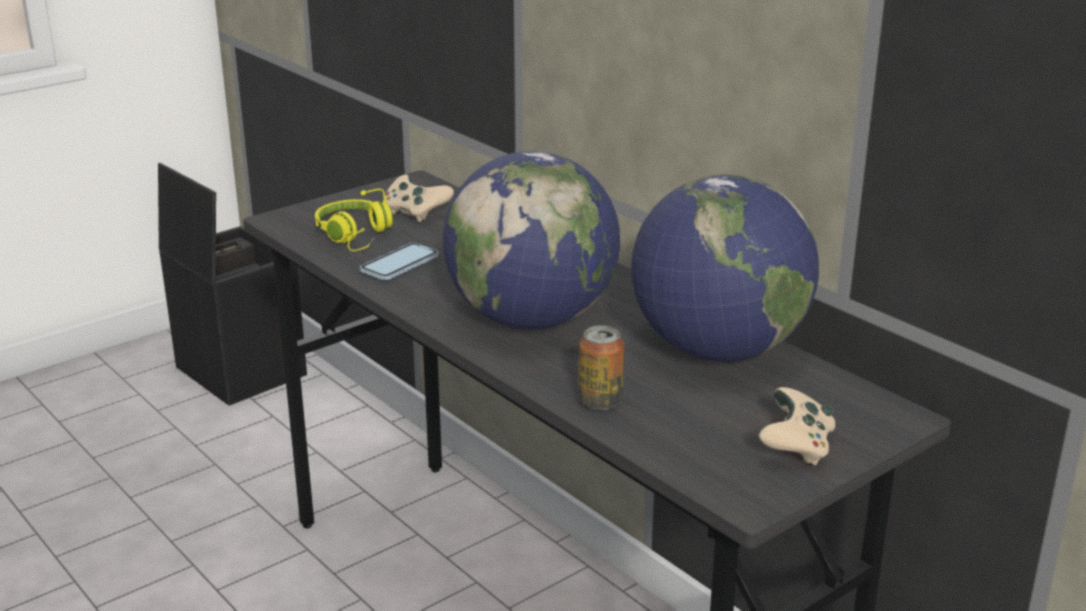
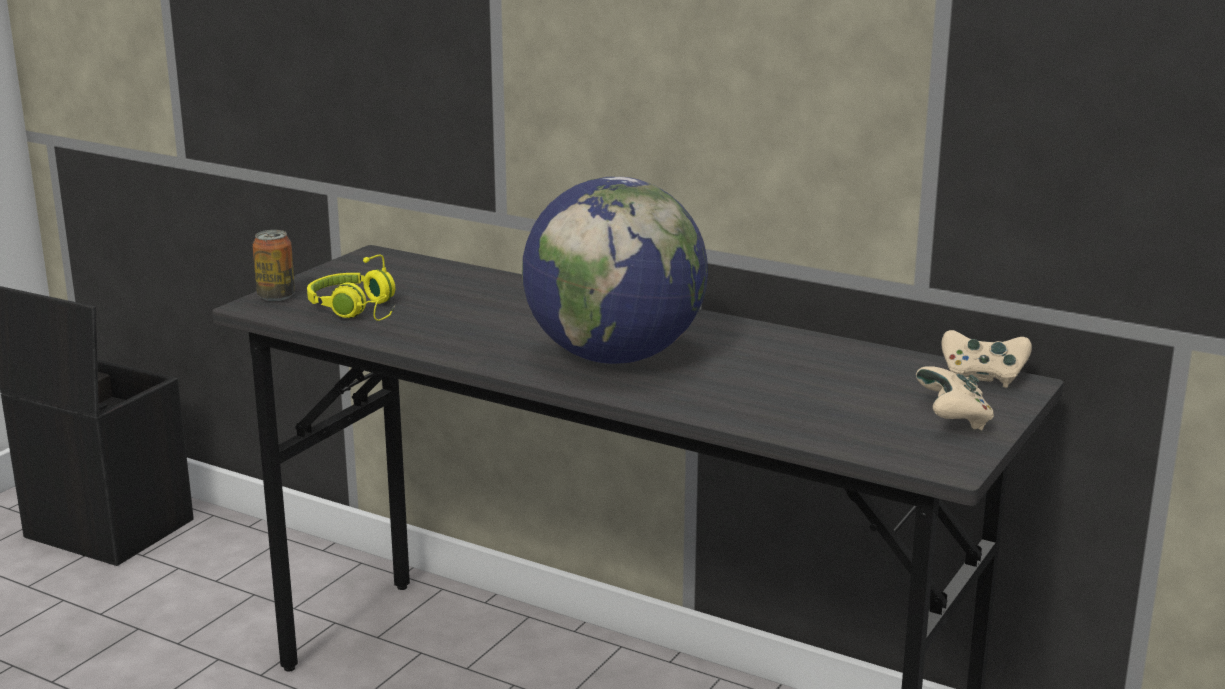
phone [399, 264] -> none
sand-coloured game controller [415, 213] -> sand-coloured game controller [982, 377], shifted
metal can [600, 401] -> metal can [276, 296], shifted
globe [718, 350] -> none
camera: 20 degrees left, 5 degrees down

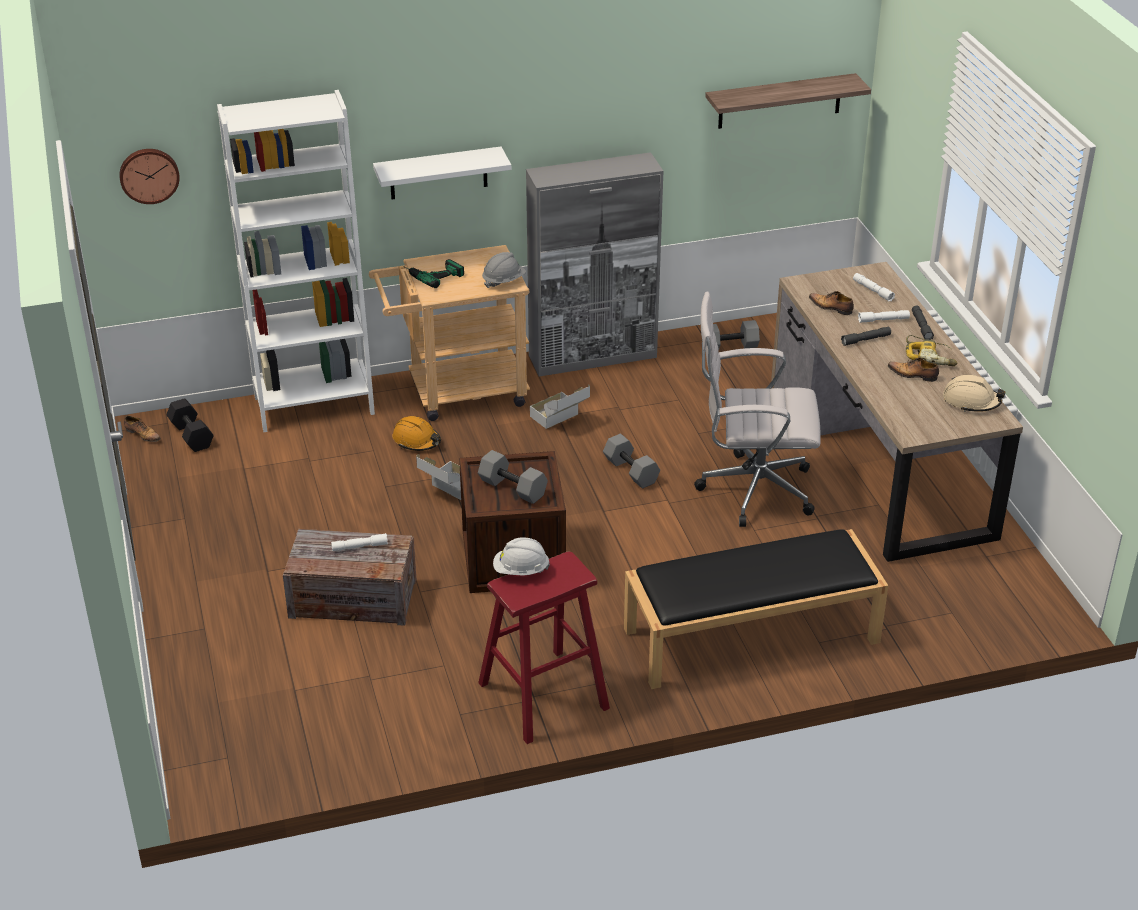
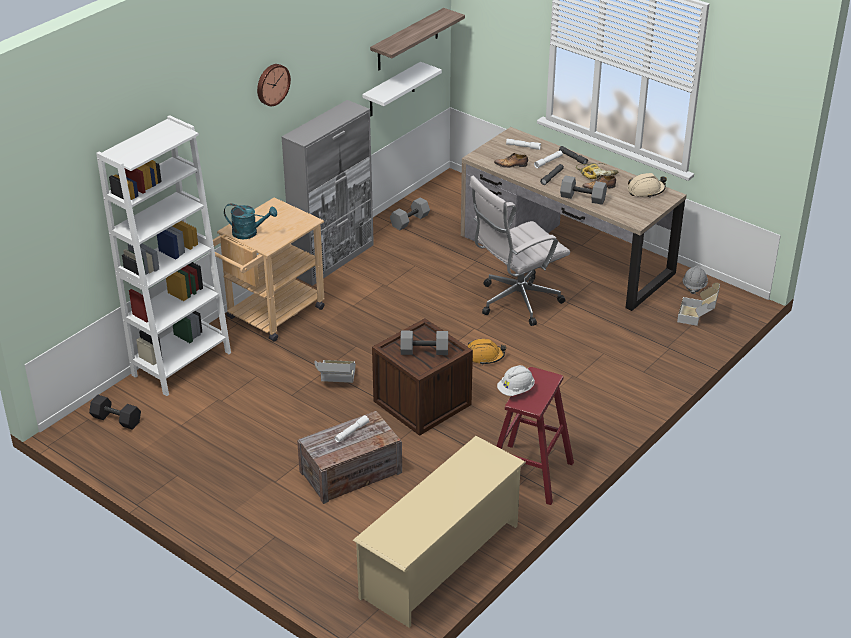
clock on the wall [149, 175] -> clock on the wall [272, 84], shifted
item of footwear [143, 435] -> none
white-coloured bracket shelf [438, 173] -> white-coloured bracket shelf [392, 90], shifted
orange work helmet [417, 441] -> orange work helmet [484, 356], shifted
power drill [432, 274] -> turquoise sprinkling can [249, 233]
grey work helmet [503, 281] -> grey work helmet [694, 286], shifted
cardboard box [560, 420] -> cardboard box [697, 316], shifted
grey free weight [632, 471] -> grey free weight [583, 197], shifted
blackish long seat [750, 636] -> none
none -> sand-coloured shoe shelf [441, 561]
camera: 35 degrees left, 0 degrees up

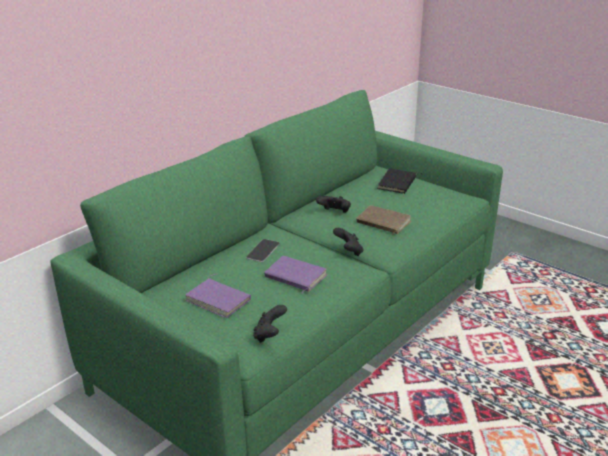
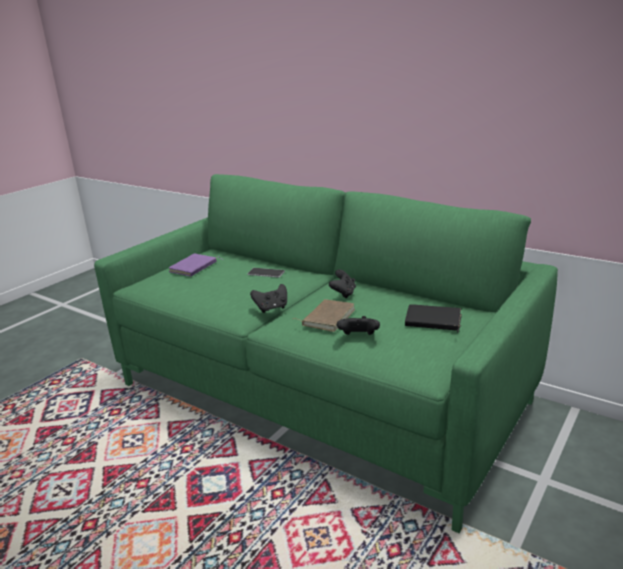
blackish game controller [269, 335] -> blackish game controller [358, 337], shifted
purple-coloured volume [294, 277] -> none
camera: 85 degrees right, 5 degrees down

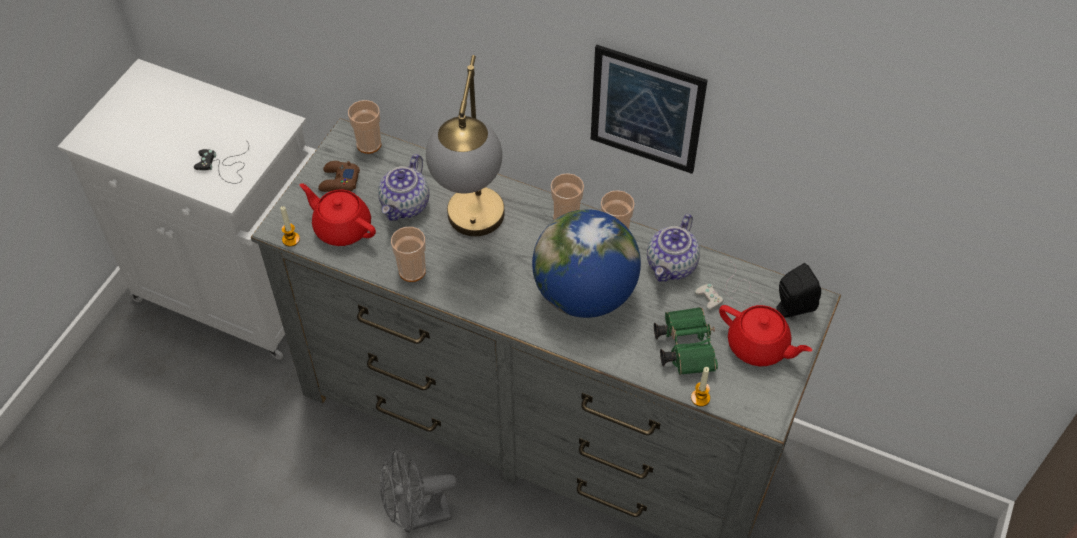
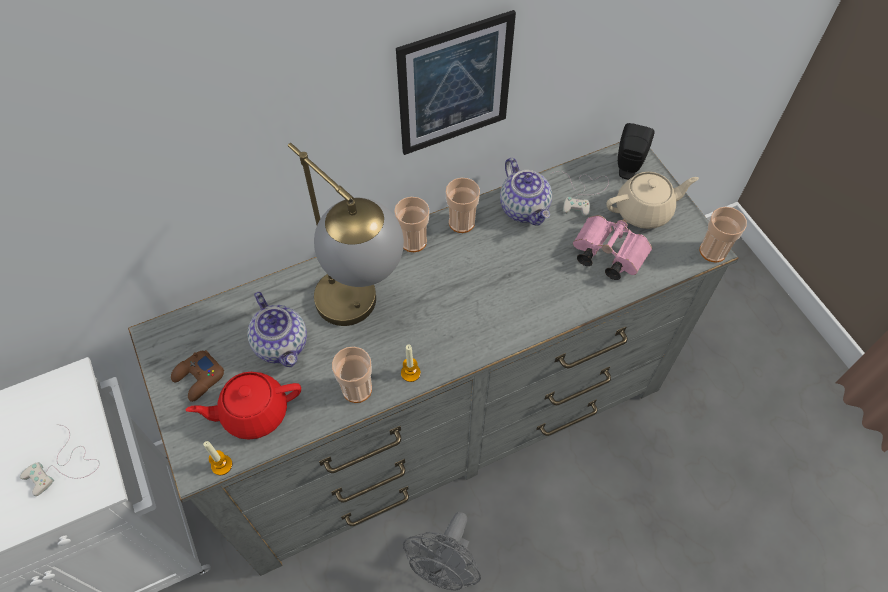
blackish game controller [225, 166] -> white-coloured game controller [64, 465]
cup [369, 144] -> cup [713, 251], shifted
globe [585, 294] -> none
green field glasses [684, 346] -> pinkish field glasses [606, 254]
wax candle [700, 398] -> wax candle [410, 373], shifted
red pot for tea [758, 347] -> sand-coloured pot for tea [644, 211]
camera: 50 degrees left, 5 degrees up

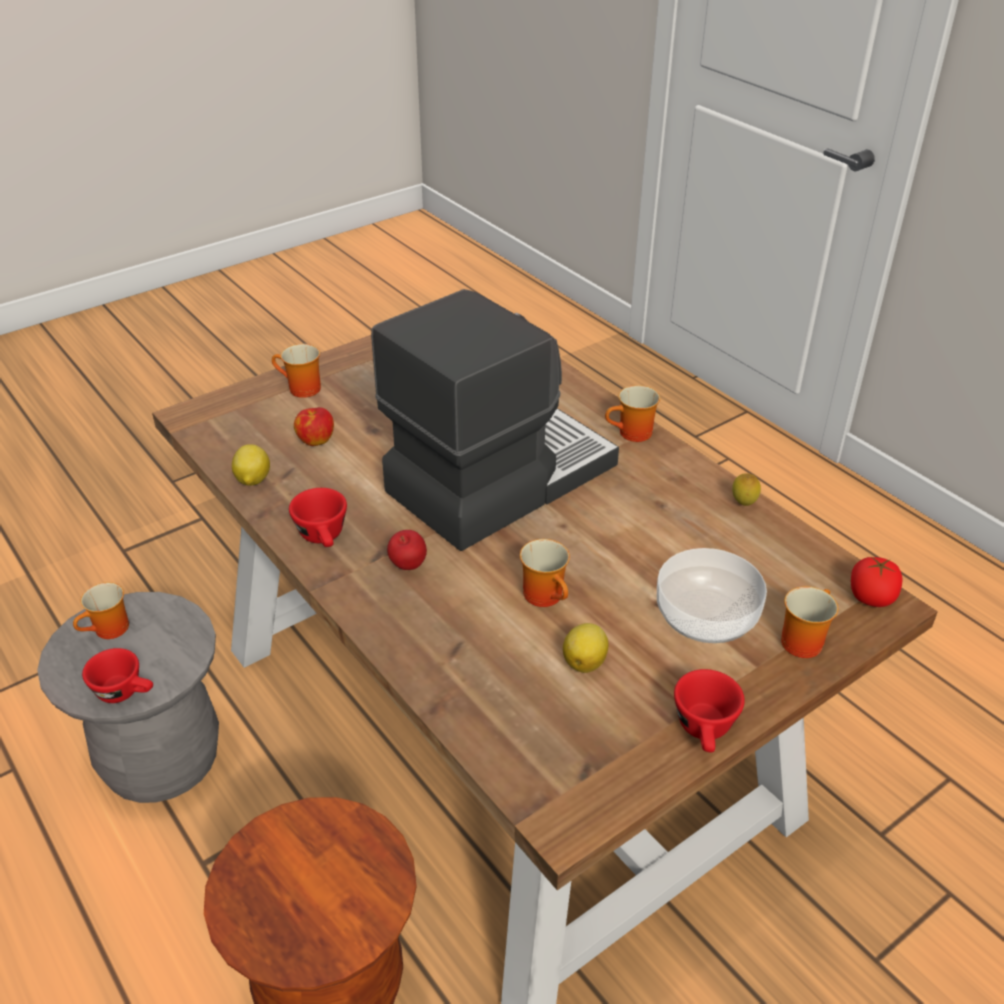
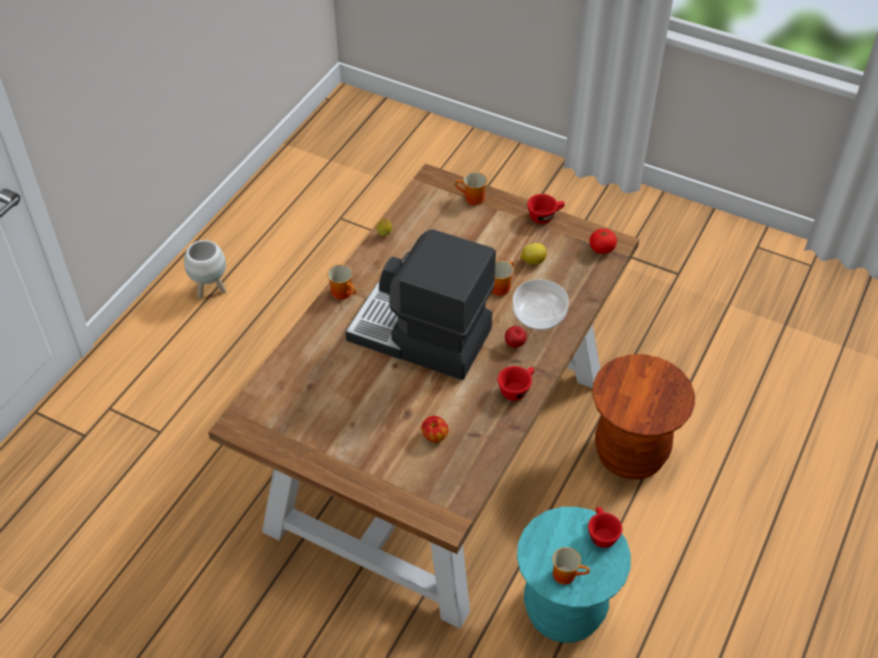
grey sitting stool [162, 761] -> turquoise sitting stool [564, 610]
lemon [252, 480] -> none
coffee mug [300, 389] -> none
deep dish [705, 616] -> deep dish [539, 315], shifted
whole tomato [871, 598] -> whole tomato [602, 249], shifted
none -> white-coloured plant pot [210, 290]
camera: 115 degrees left, 10 degrees up

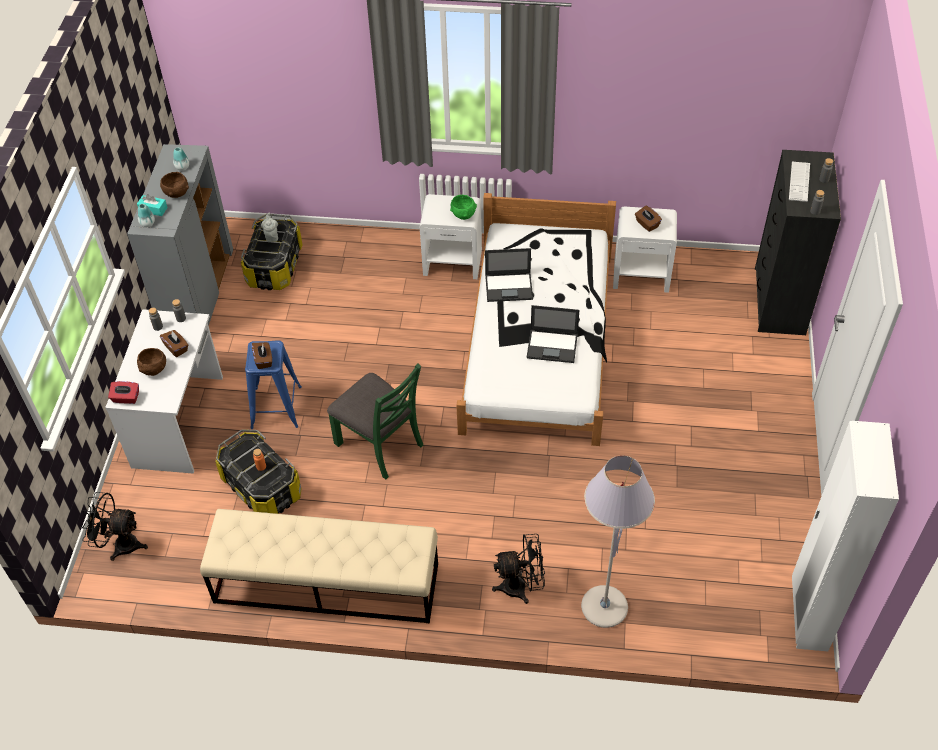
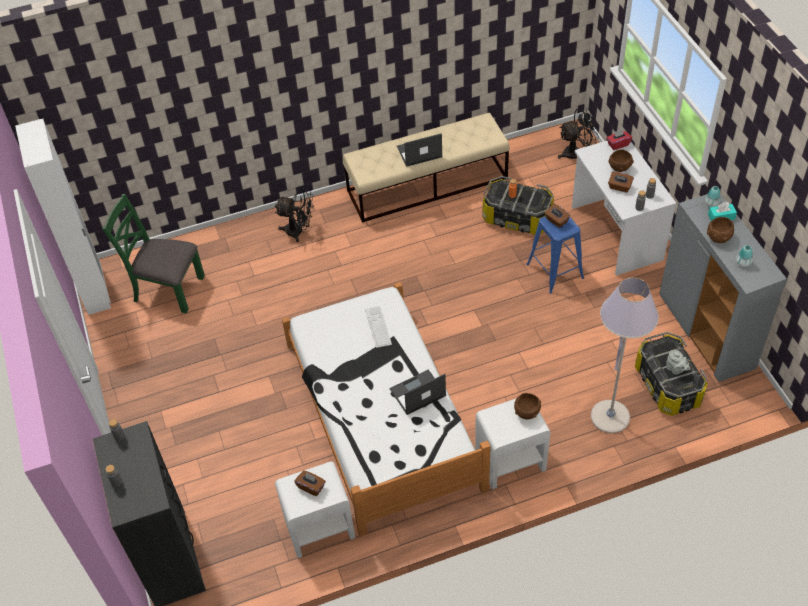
green upright chair [380, 444] -> green upright chair [168, 289], shifted
green deep dish [463, 215] -> none
blackish fan [521, 587] -> blackish fan [299, 231], 135 degrees counterclockwise
portable computer [553, 346] -> portable computer [419, 152], shifted
grey standard lamp [604, 607] -> grey standard lamp [610, 417], shifted
PC keyboard [799, 182] -> PC keyboard [378, 327], shifted
none -> brown deep dish [526, 413]
camera: 155 degrees right, 0 degrees up

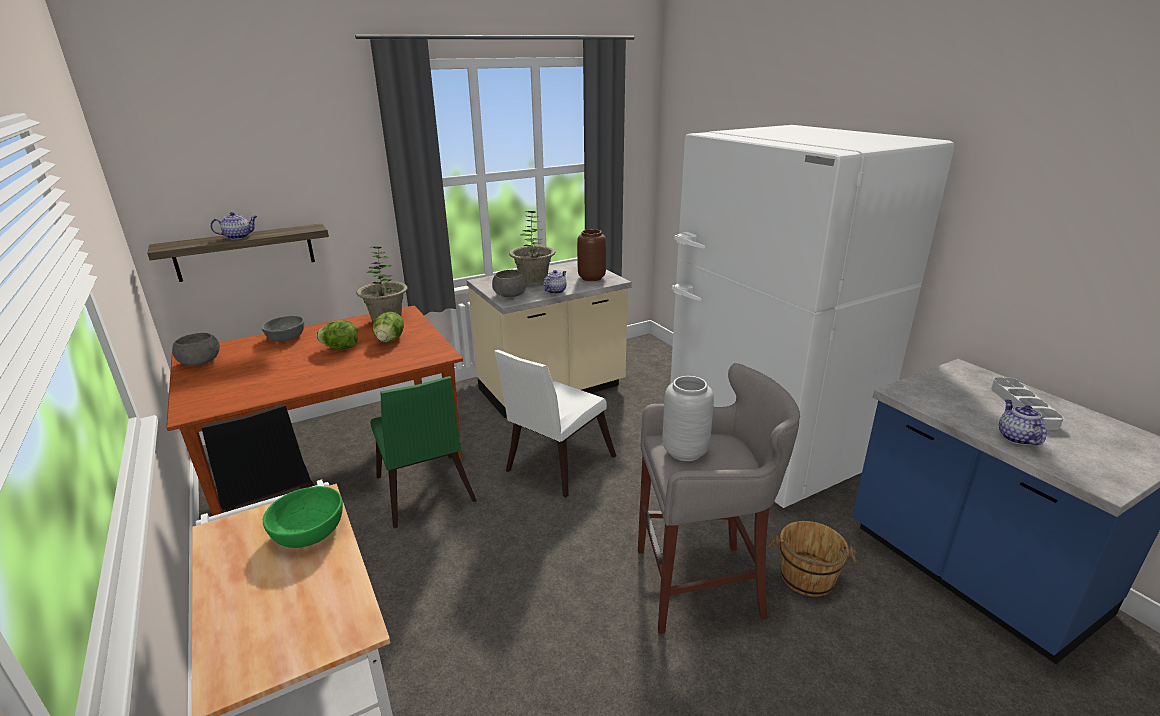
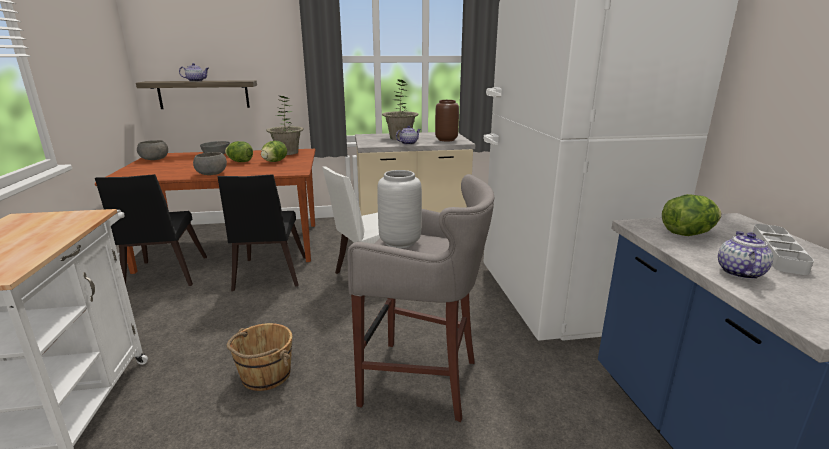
green deep dish [308, 532] -> none
green upright chair [425, 494] -> blackish upright chair [269, 275]
grey deep dish [509, 295] -> grey deep dish [211, 174], shifted
brown pail [807, 578] -> brown pail [265, 375], shifted
none -> head of lettuce [687, 234]
camera: 20 degrees right, 5 degrees down

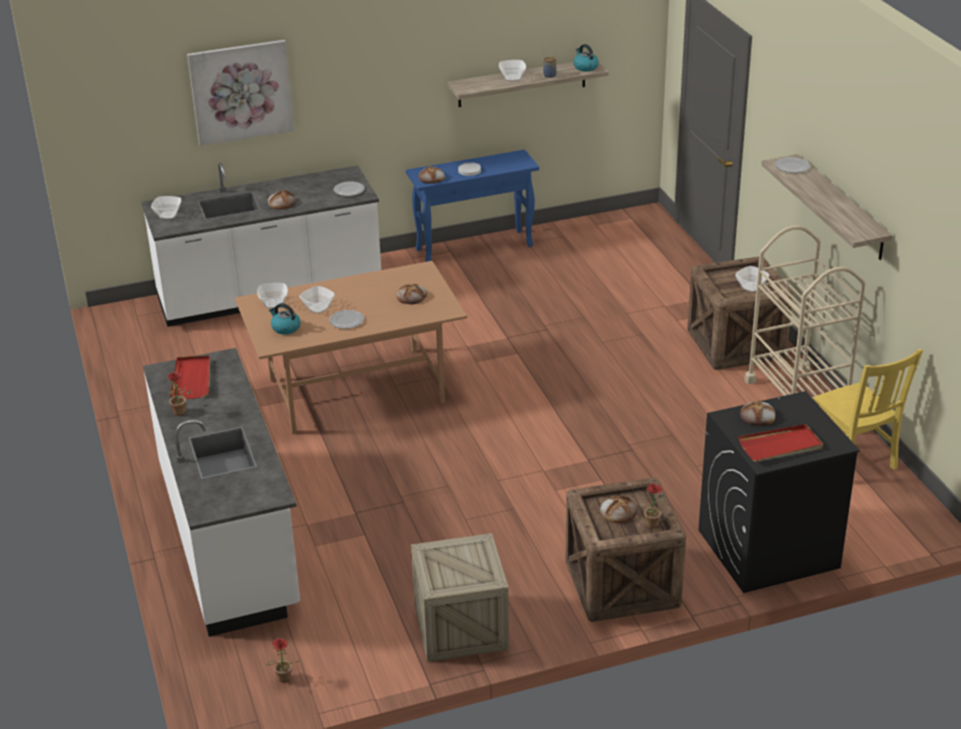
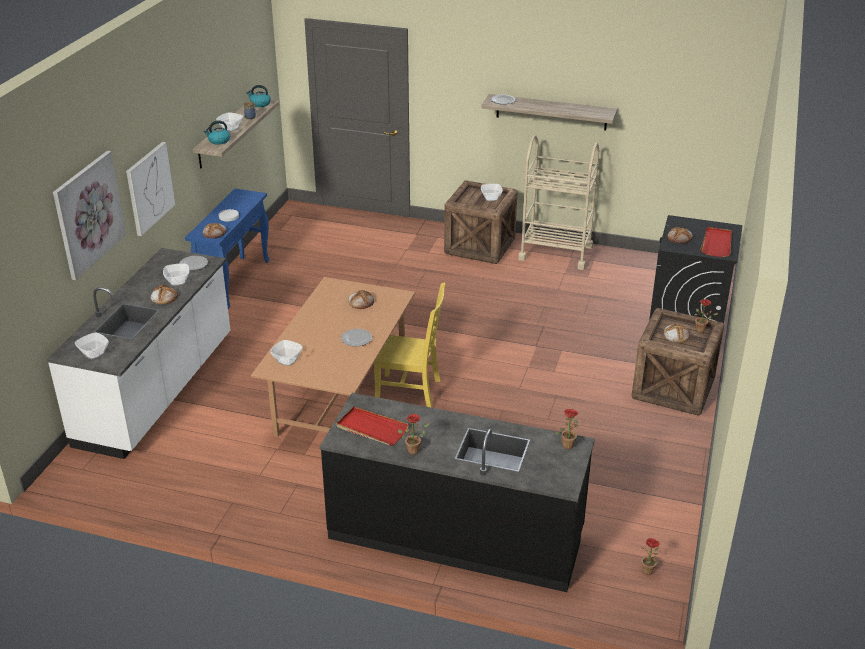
white-coloured kitchen counter [230, 537] -> blackish kitchen counter [456, 535]
tea kettle [285, 328] -> tea kettle [219, 141], shifted
deep dish [317, 308] -> deep dish [177, 282], shifted
shipping crate [461, 627] -> none
yellow upright chair [854, 459] -> yellow upright chair [410, 391], shifted
none -> picture [149, 188]
none -> houseplant [567, 444]
camera: 55 degrees left, 0 degrees up

